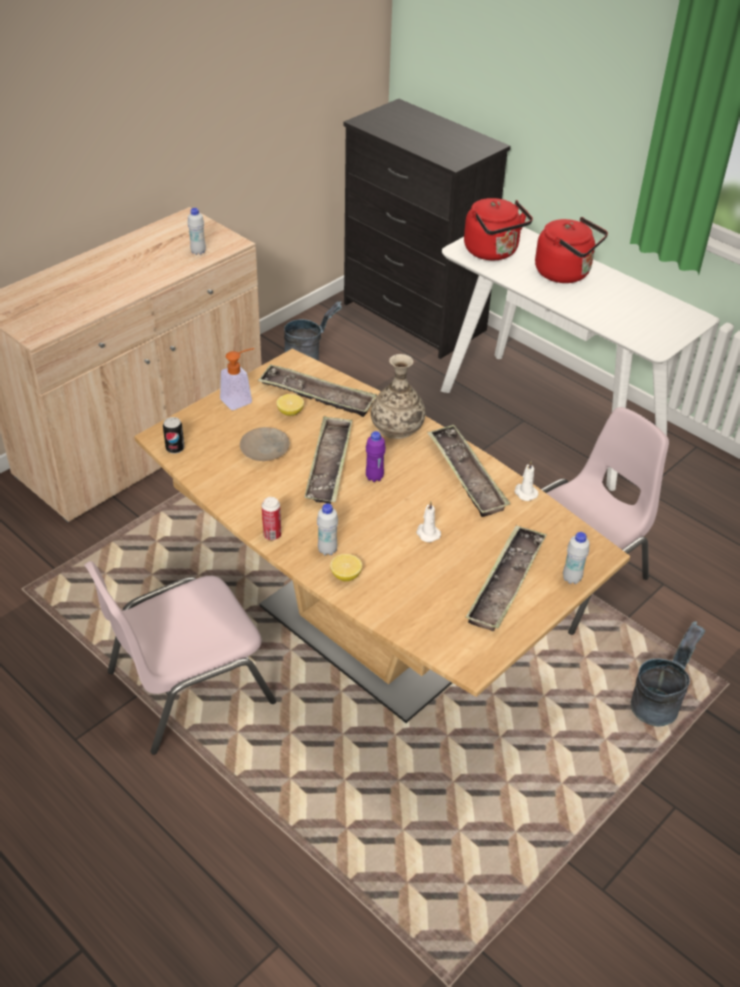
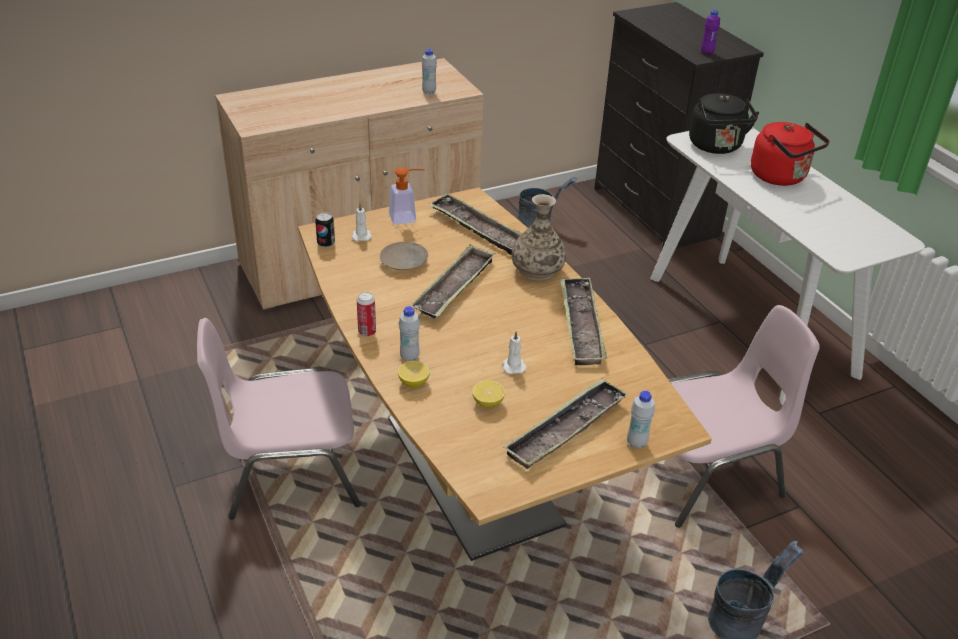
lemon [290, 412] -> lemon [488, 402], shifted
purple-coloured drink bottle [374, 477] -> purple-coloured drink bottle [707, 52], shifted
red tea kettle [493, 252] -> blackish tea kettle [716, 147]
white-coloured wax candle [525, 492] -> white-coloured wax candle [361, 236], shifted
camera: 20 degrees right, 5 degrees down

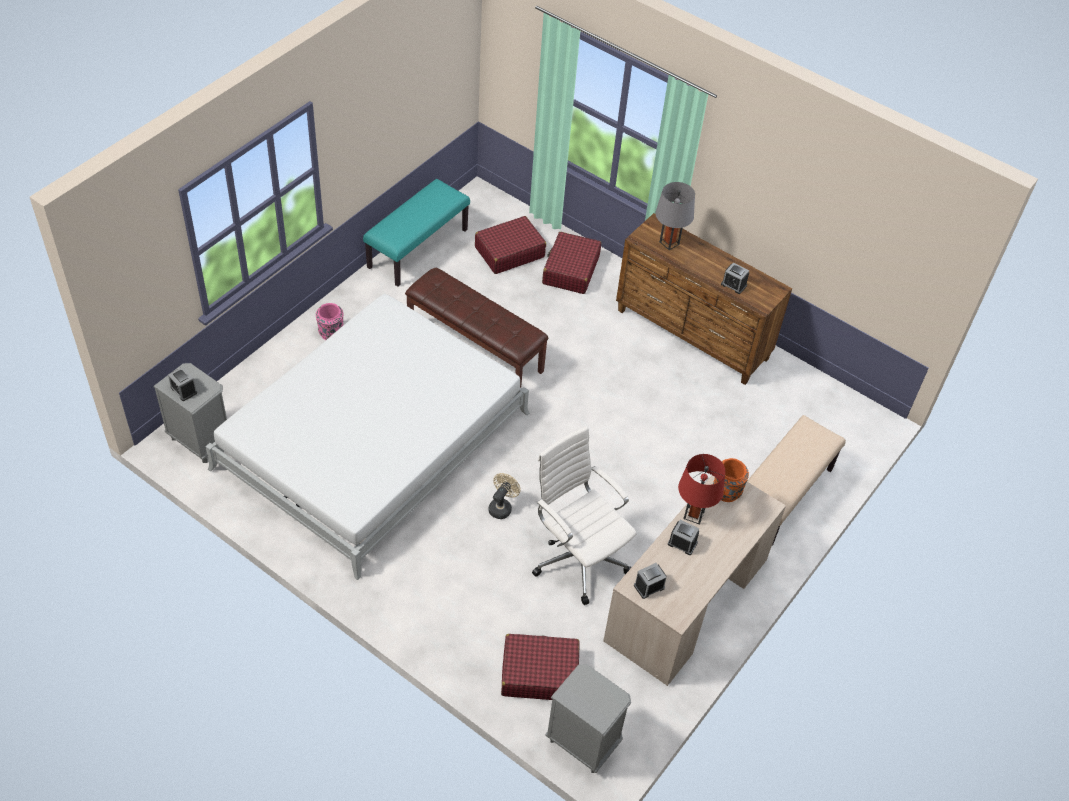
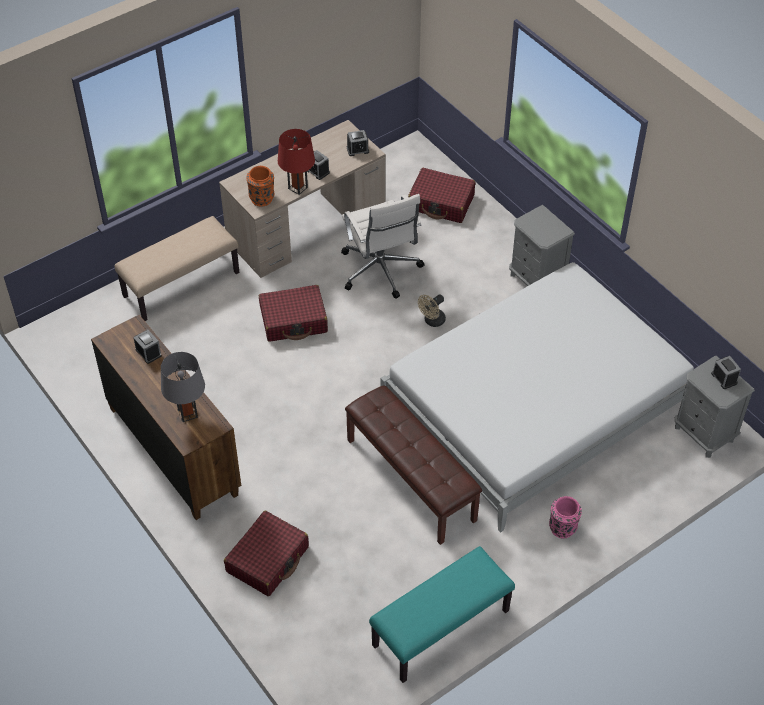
red suitcase [509, 252] -> red suitcase [294, 320], shifted
grey night table [583, 742] -> grey night table [536, 280], shifted
camera: 160 degrees left, 0 degrees up

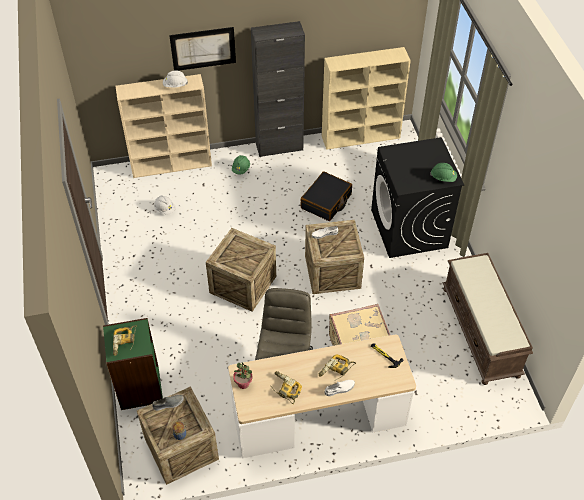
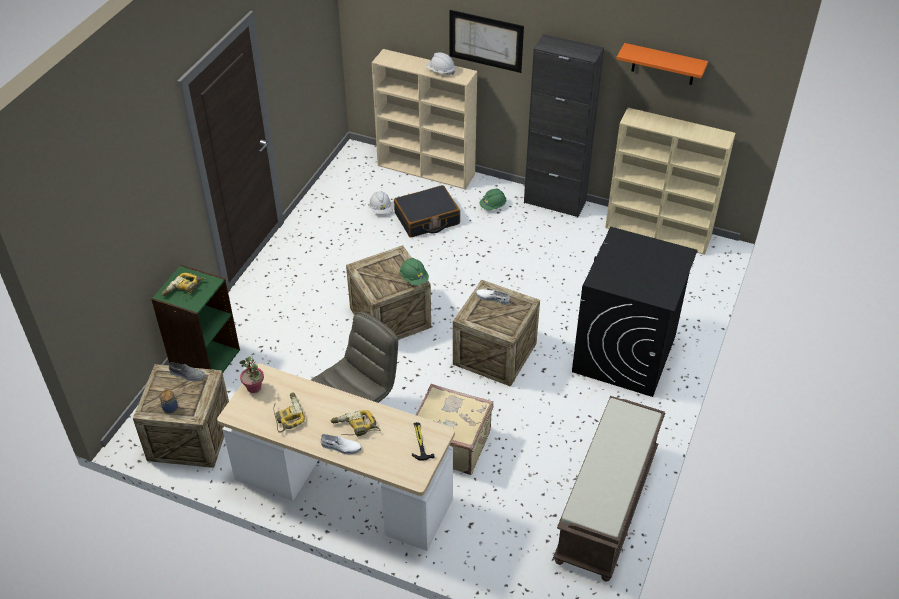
blackish suitcase [326, 201] -> blackish suitcase [427, 219], shifted
green work helmet [443, 178] -> green work helmet [414, 278], shifted
none -> orange bracket shelf [663, 64]
camera: 35 degrees right, 5 degrees down

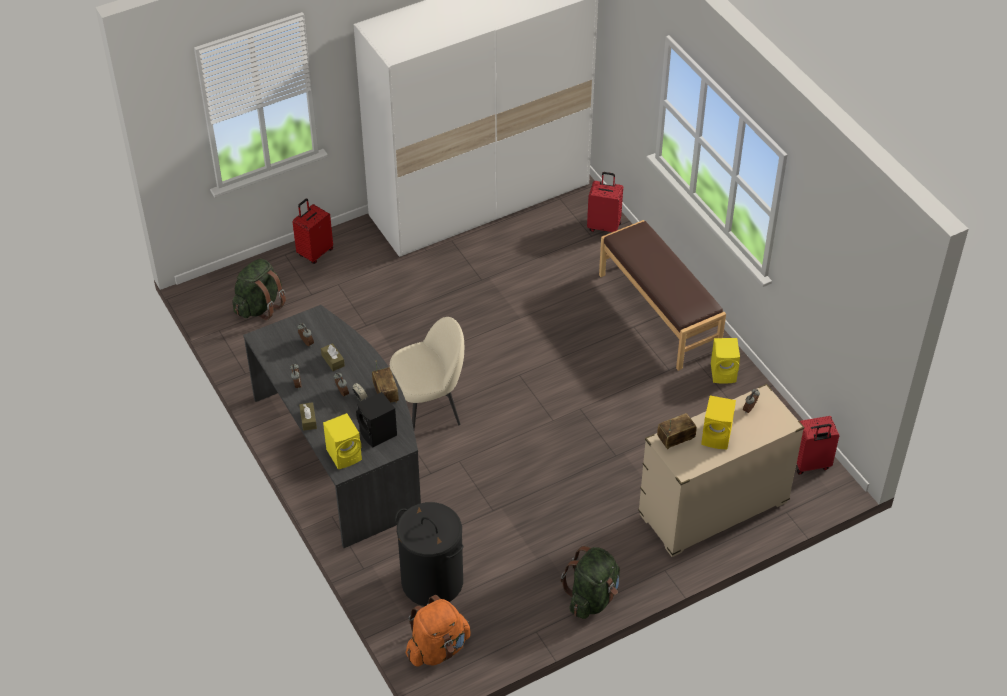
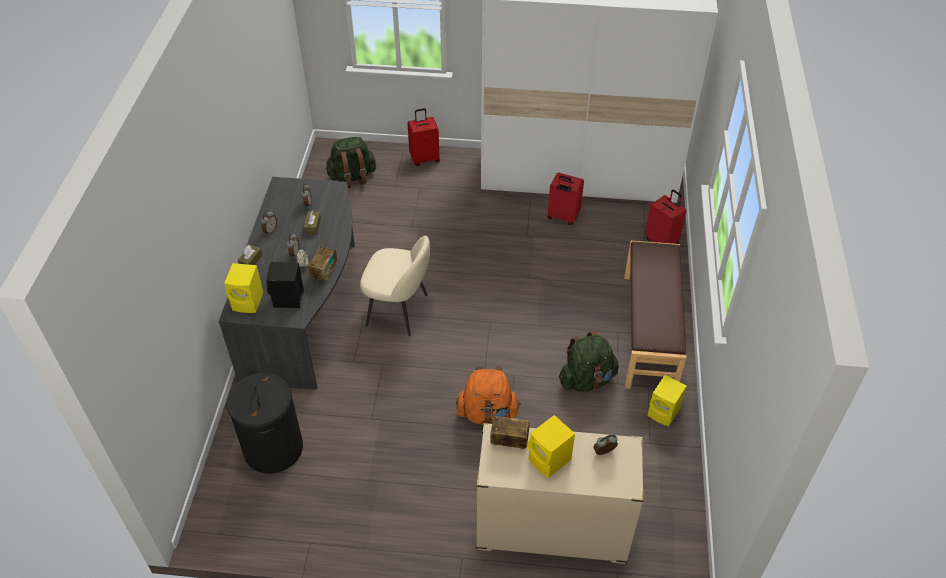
orange knapsack [438, 648] -> orange knapsack [487, 413], shifted
green knapsack [592, 597] -> green knapsack [587, 379], shifted
red suitcase [810, 464] -> red suitcase [562, 217], shifted
camera: 35 degrees right, 0 degrees up

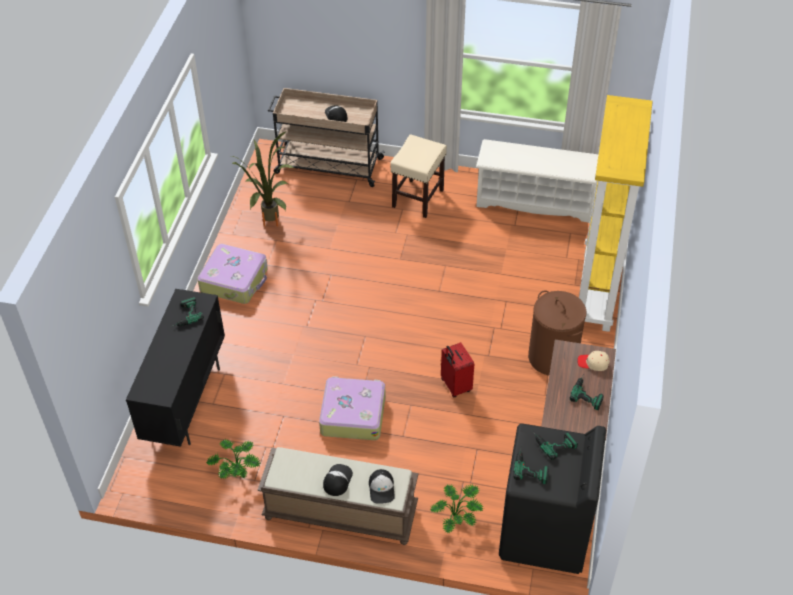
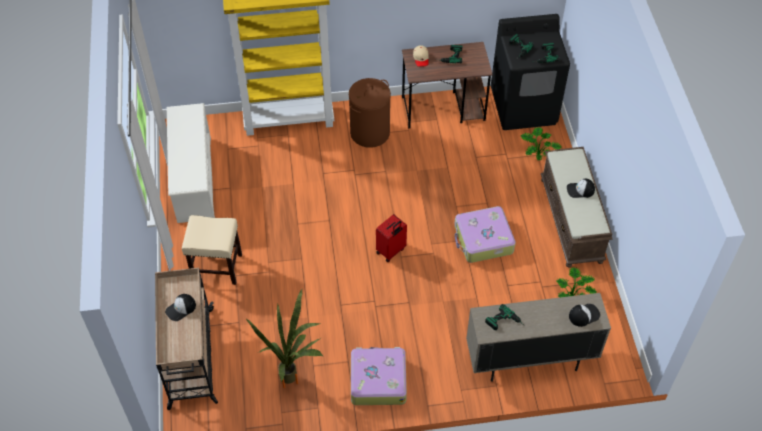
blackish cabinet [186, 402] -> sand-coloured cabinet [529, 360]
cap [382, 488] -> cap [584, 315], shifted
red suitcase [455, 386] -> red suitcase [391, 251], shifted
camera: 110 degrees left, 5 degrees up

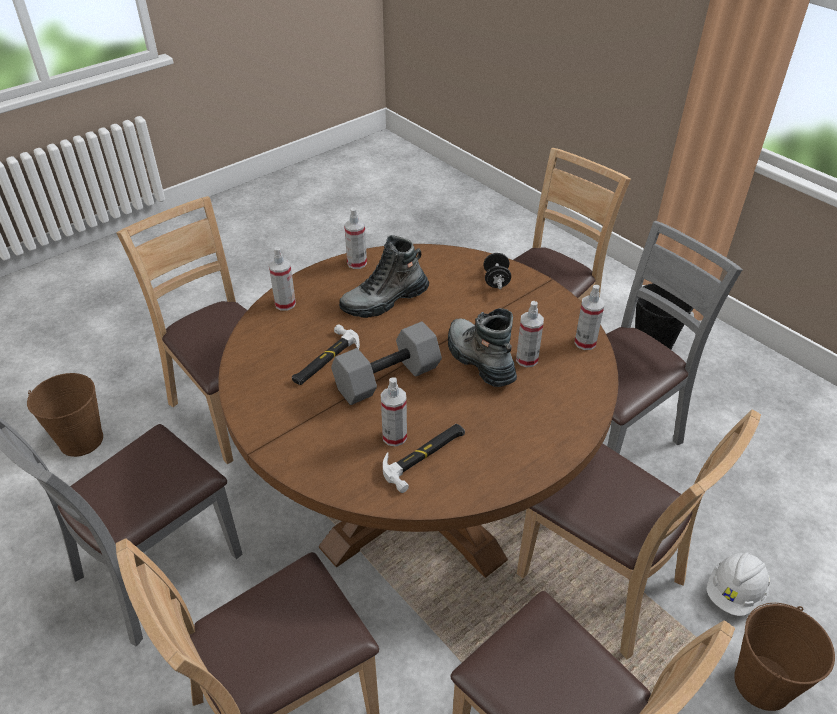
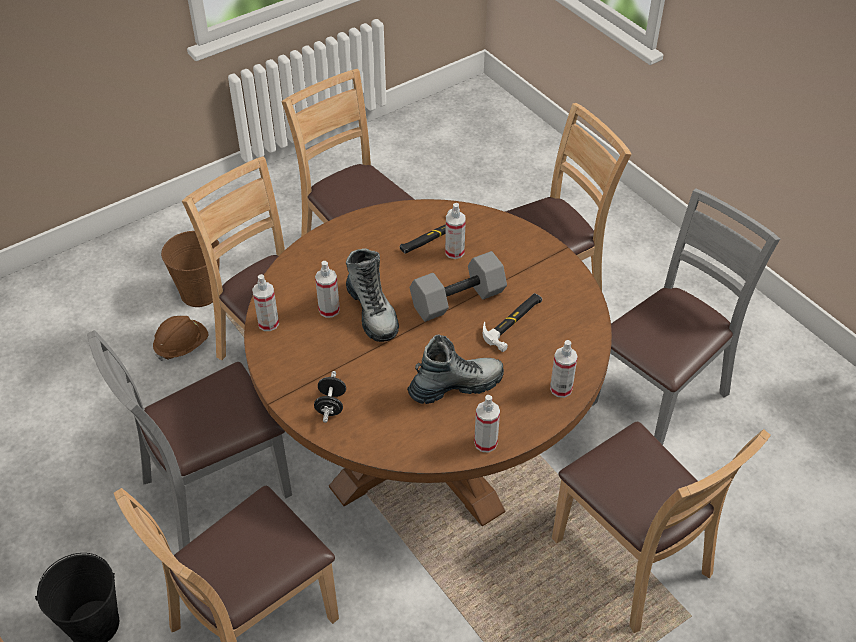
brown pail [81, 440] -> none
white-coloured work helmet [734, 593] -> brown work helmet [182, 346]
camera: 175 degrees left, 5 degrees up

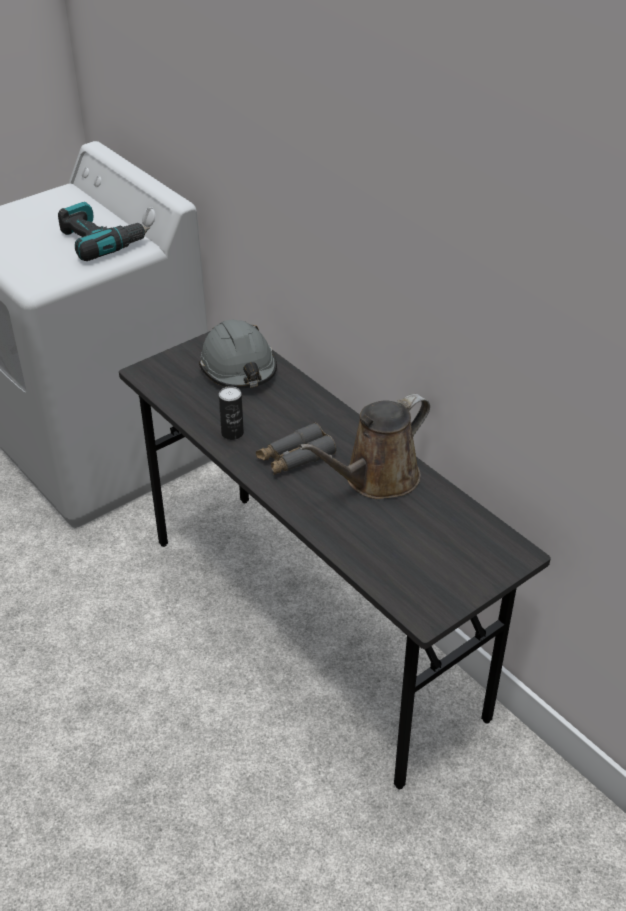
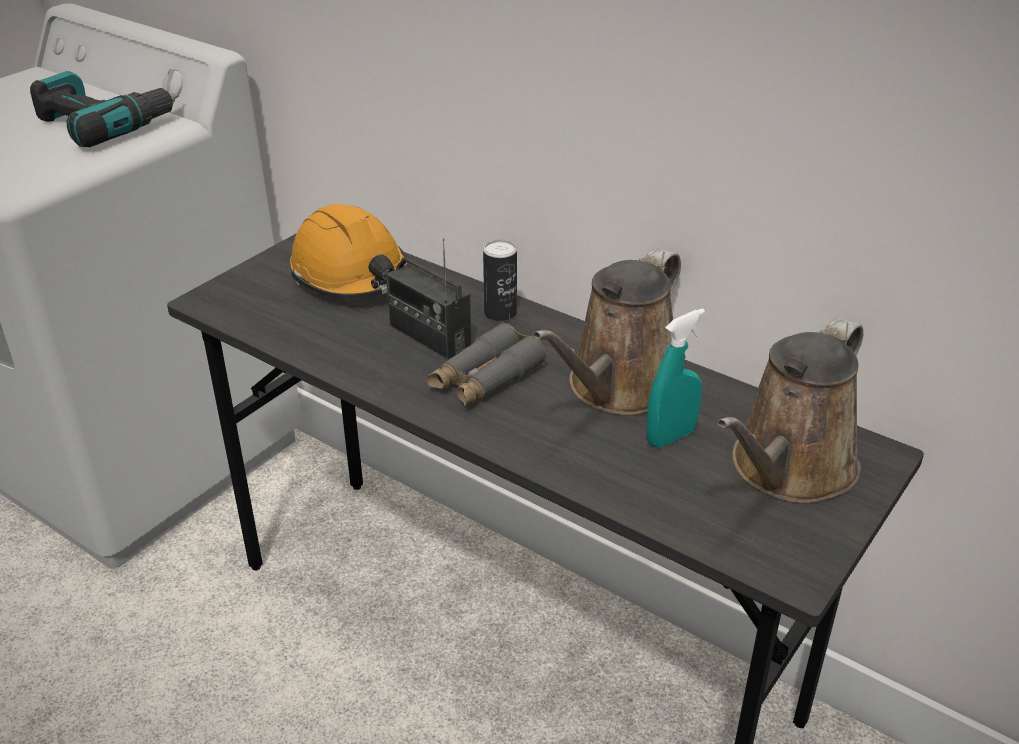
grey work helmet [239, 368] -> orange work helmet [351, 275]
metal can [232, 433] -> metal can [500, 313], shifted
none -> radio [429, 336]
none -> turquoise sprayer [670, 437]
none -> brown sprinkling can [788, 470]
camera: 15 degrees left, 5 degrees down

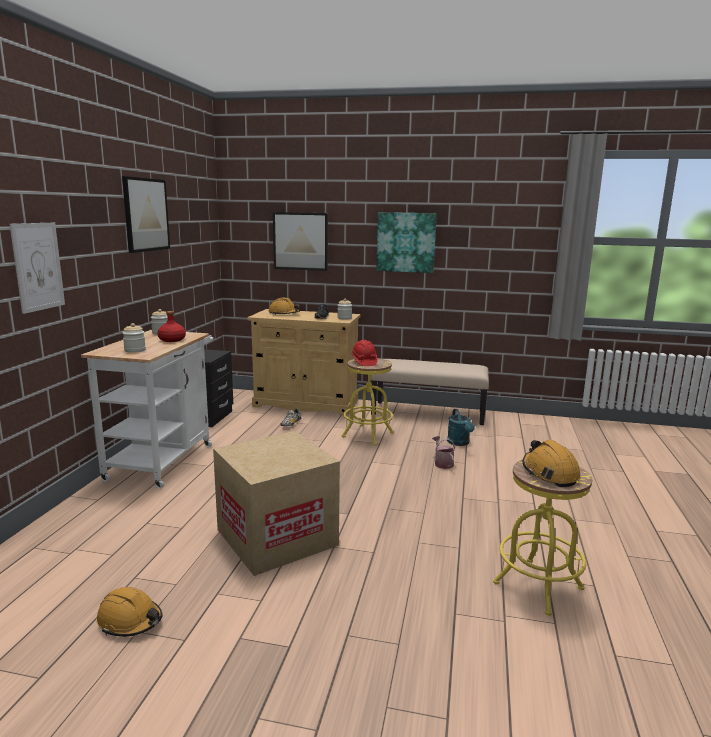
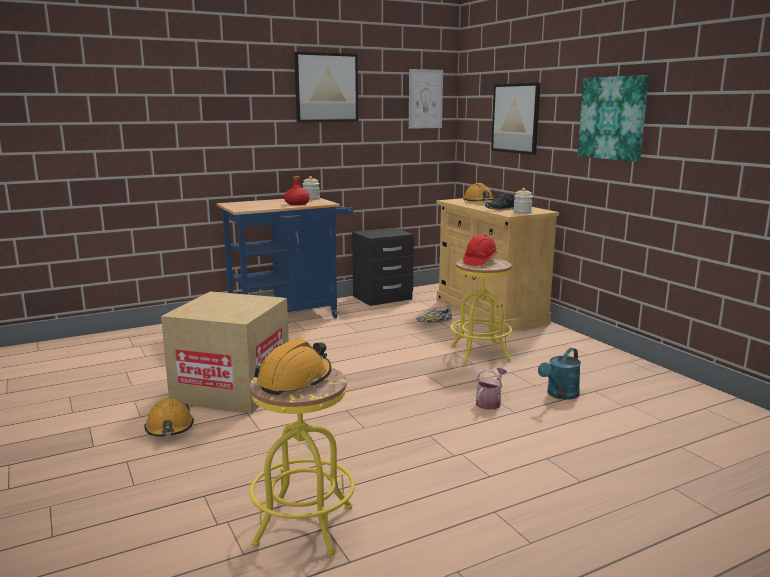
picture [38, 266] -> picture [425, 99], shifted
white-coloured wheeled cart [163, 459] -> blue-coloured wheeled cart [290, 316]
orange work helmet [130, 621] -> orange work helmet [169, 428], shifted
storage jar [135, 350] -> none
sand-coloured long seat [428, 413] -> none
camera: 50 degrees right, 0 degrees up

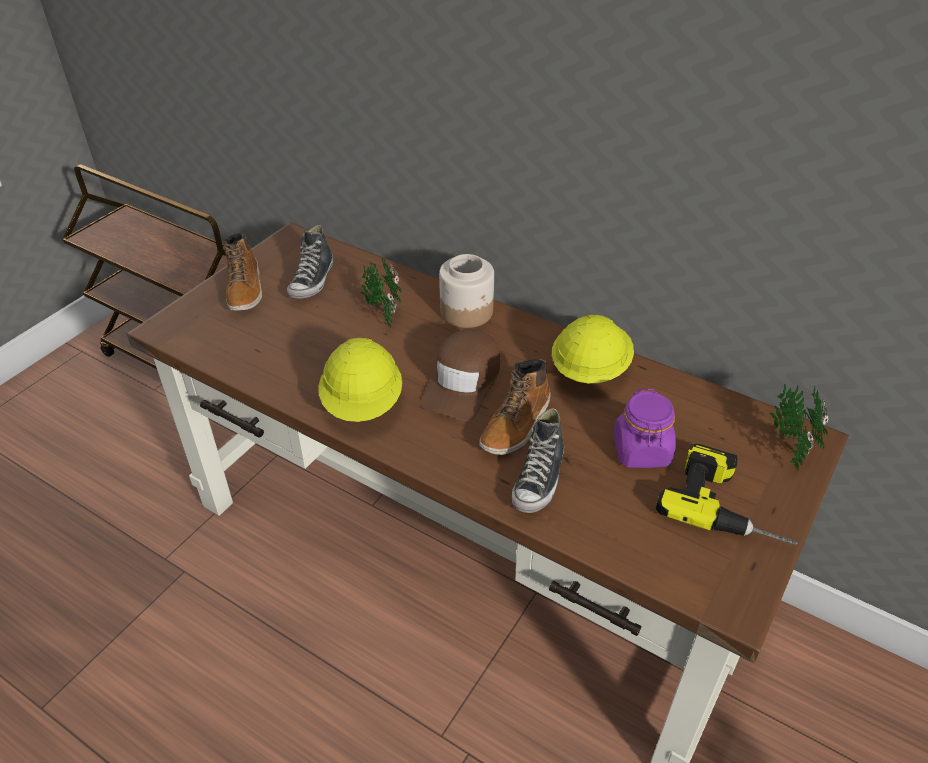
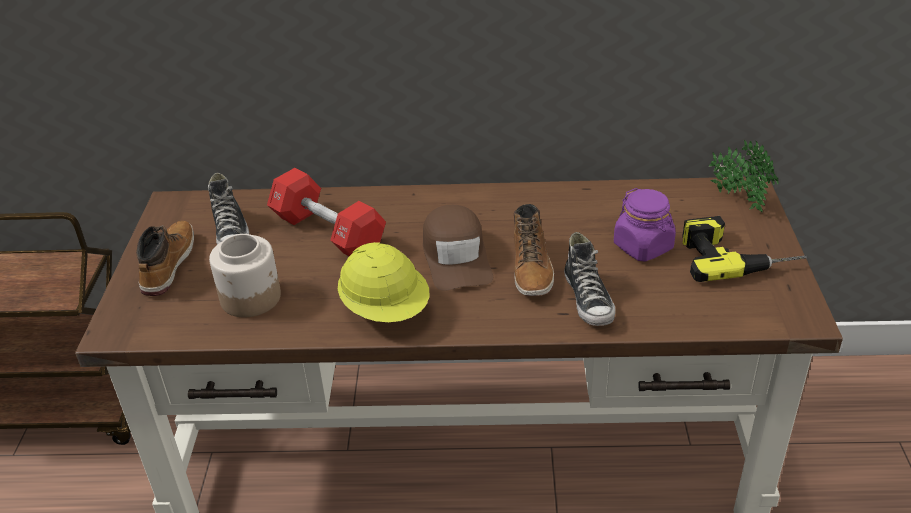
high-top boot [245, 289] -> high-top boot [168, 264], 135 degrees counterclockwise
houseplant [382, 313] -> red free weight [328, 232]
storage jar [467, 312] -> storage jar [251, 297], shifted
yellow work helmet [589, 370] -> none
camera: 30 degrees left, 5 degrees down

